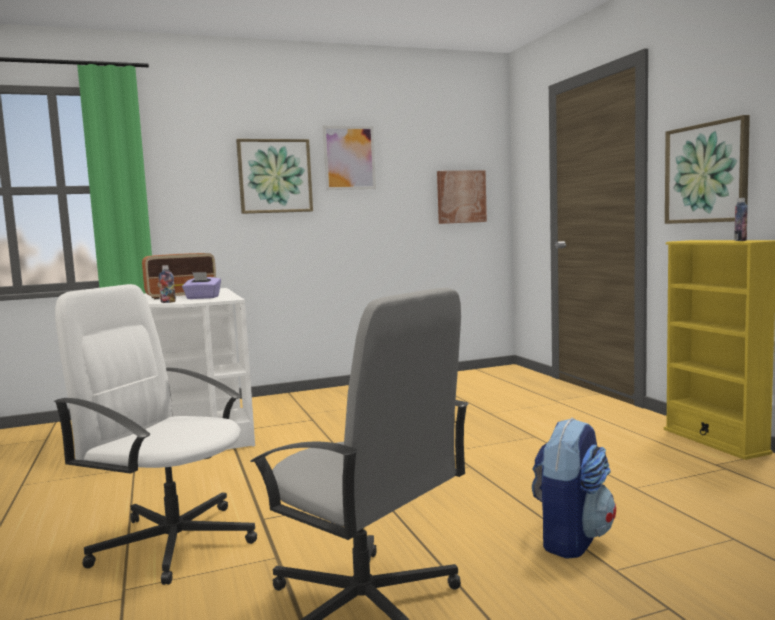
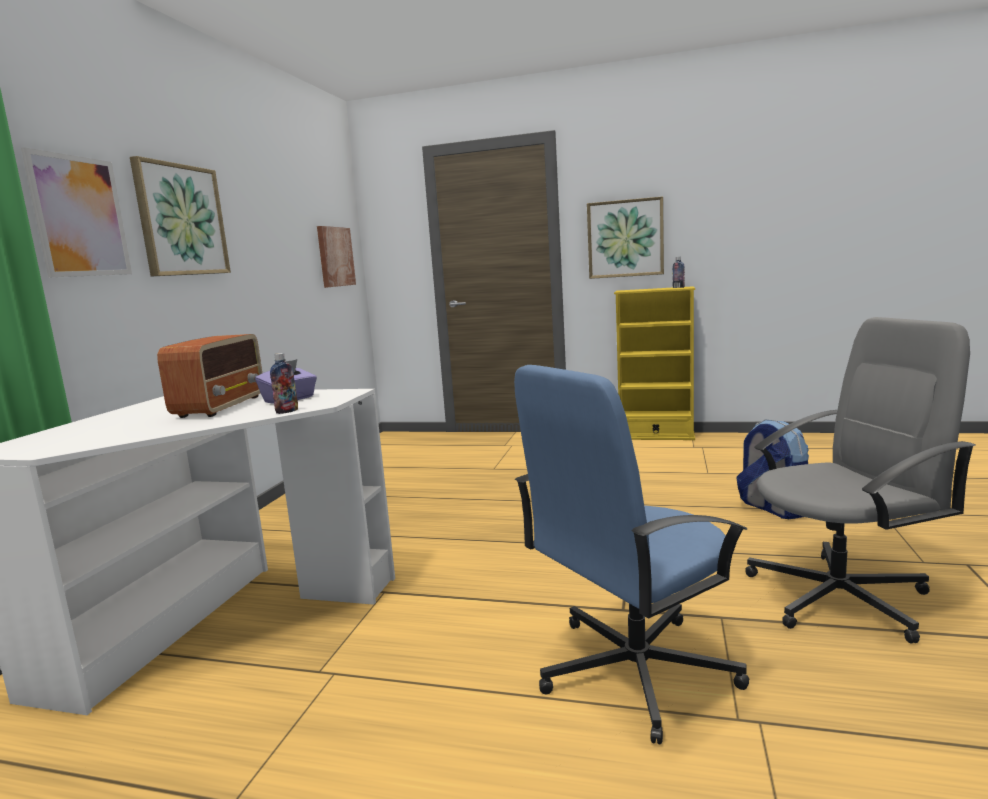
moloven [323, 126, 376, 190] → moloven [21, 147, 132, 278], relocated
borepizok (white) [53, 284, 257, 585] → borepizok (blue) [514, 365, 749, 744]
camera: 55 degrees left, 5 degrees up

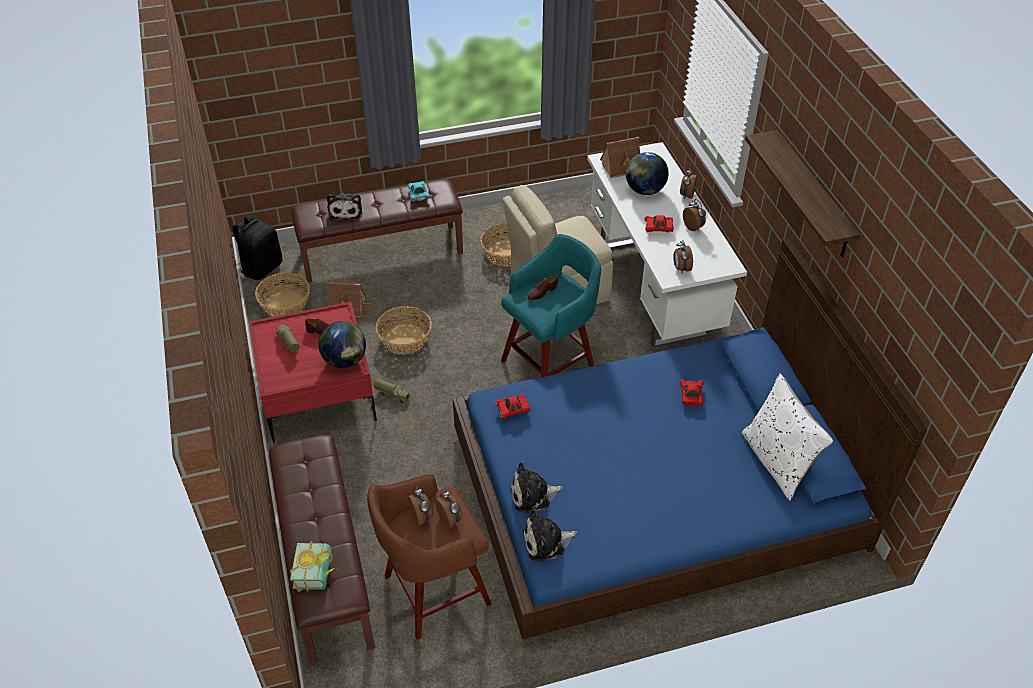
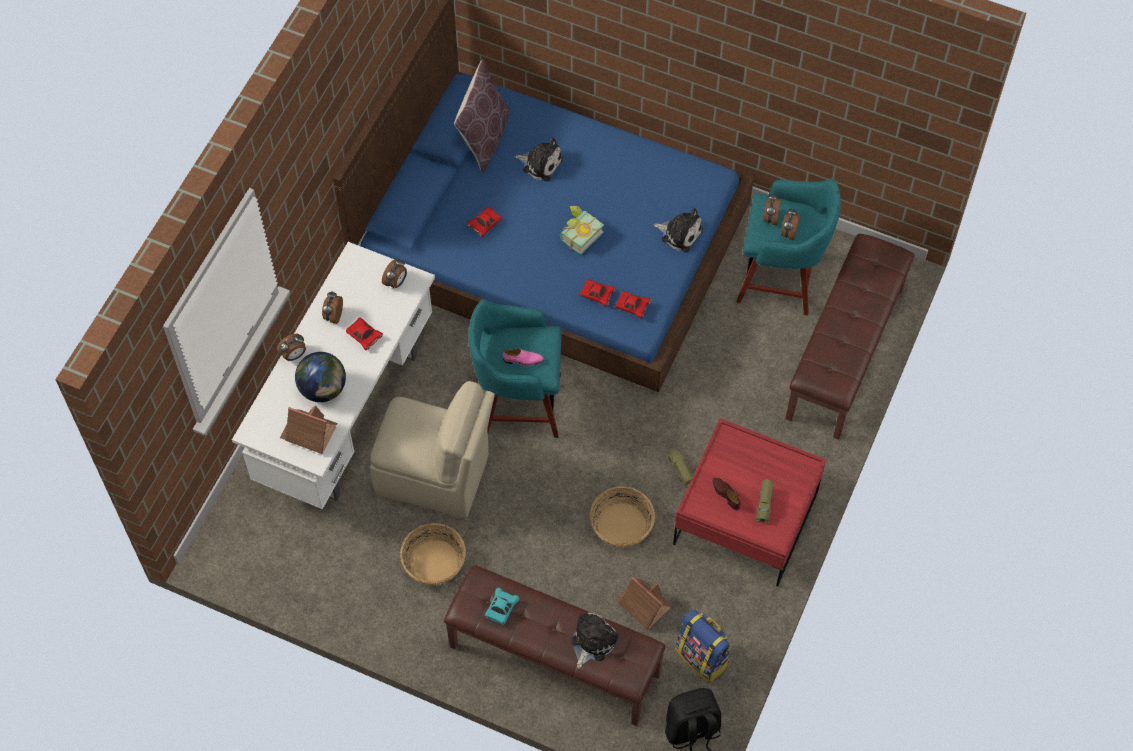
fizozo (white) [742, 374, 833, 500] → fizozo (brown) [454, 60, 510, 173]
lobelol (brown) [527, 275, 558, 300] → lobelol (pink) [503, 349, 544, 366]
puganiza [523, 509, 577, 562] → puganiza [514, 138, 563, 181], relocated
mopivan [290, 541, 335, 592] → mopivan [560, 206, 604, 255], relocated
- → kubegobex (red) [580, 279, 615, 307]
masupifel [255, 272, 310, 317] → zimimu [675, 610, 731, 683]
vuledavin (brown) [367, 474, 492, 640] → vuledavin (turquoise) [736, 179, 841, 315]
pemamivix [318, 321, 366, 368] → -
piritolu [745, 130, 860, 257] → -
camera: 140 degrees left, 15 degrees up

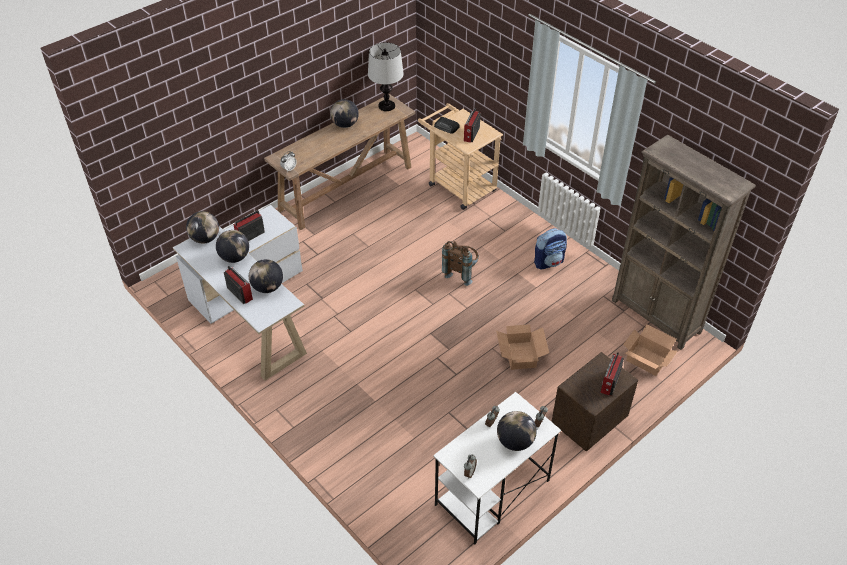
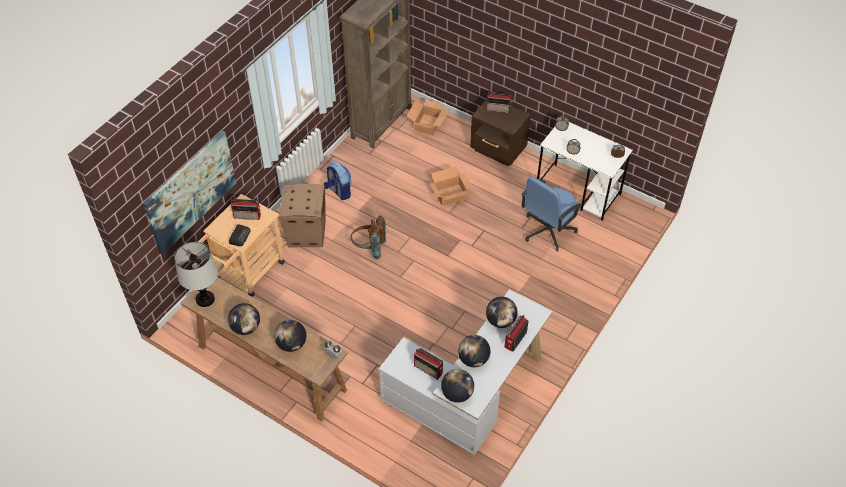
- → moloven [143, 131, 236, 255]
pemamivix [497, 411, 537, 451] → pemamivix [274, 320, 306, 352], relocated
- → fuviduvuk [279, 184, 326, 247]
- → borepizok (blue) [521, 177, 582, 252]
camera: 105 degrees left, 5 degrees up

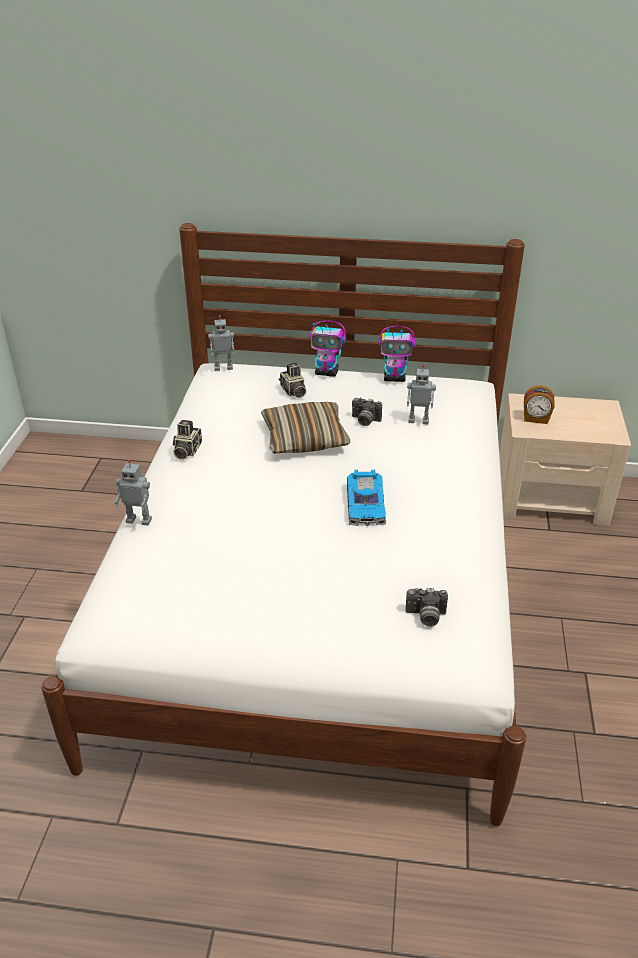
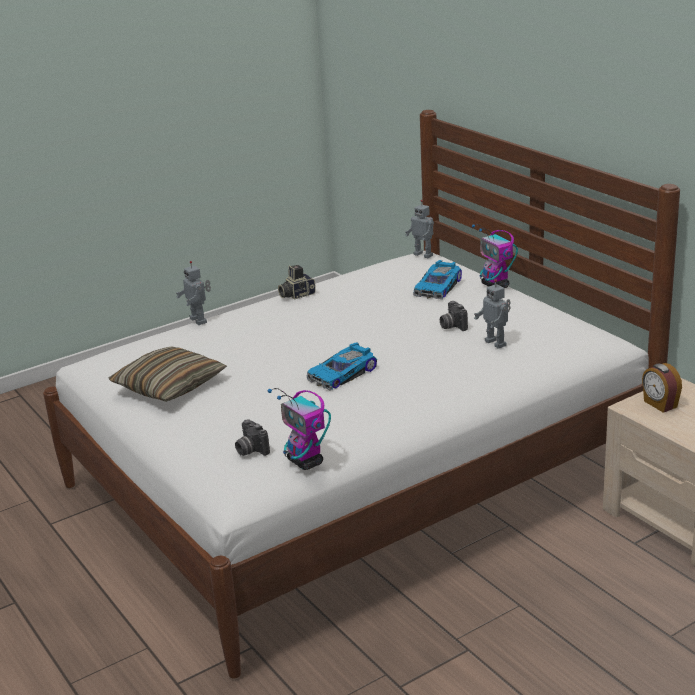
fizozo [261, 402, 350, 454] → fizozo [109, 346, 227, 402], relocated
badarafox [378, 326, 416, 382] → badarafox [268, 388, 331, 470], relocated
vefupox [279, 363, 306, 398] → kubegobex [413, 260, 462, 300]
camera: 50 degrees right, 10 degrees down

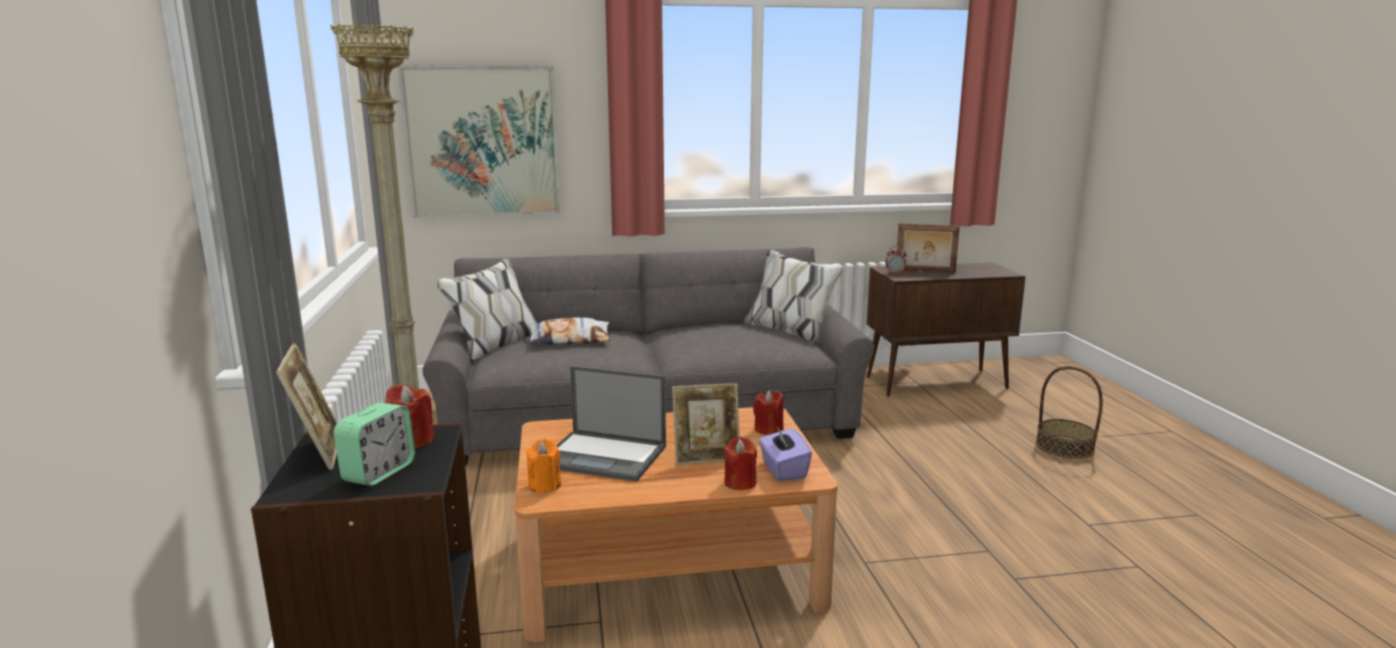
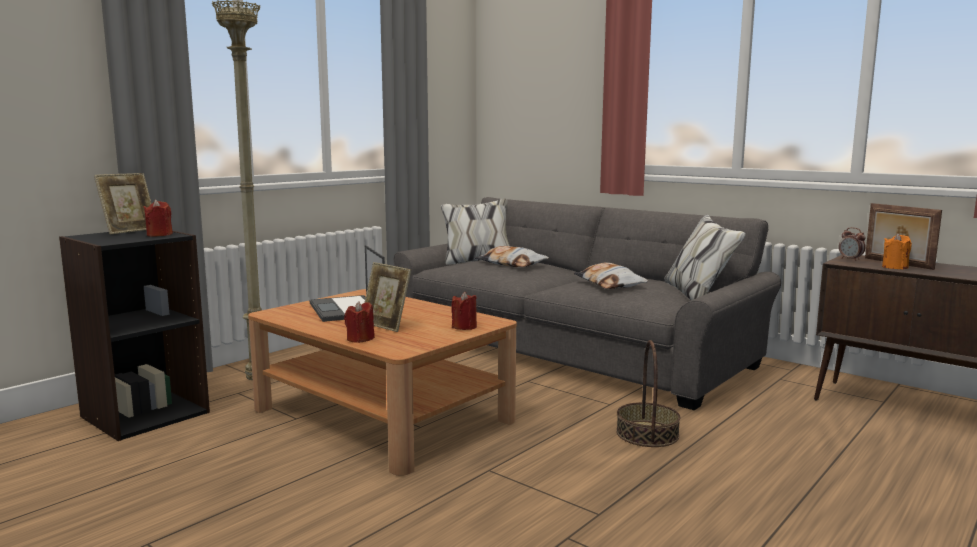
- → fizozo [574, 262, 648, 289]
masupifel [1036, 366, 1103, 459] → masupifel [616, 340, 680, 447], relocated
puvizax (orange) [525, 439, 561, 493] → puvizax (orange) [882, 233, 912, 269], relocated
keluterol [334, 403, 415, 486] → -
moloven [398, 65, 560, 218] → -
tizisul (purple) [759, 426, 812, 481] → -
camera: 50 degrees right, 5 degrees down

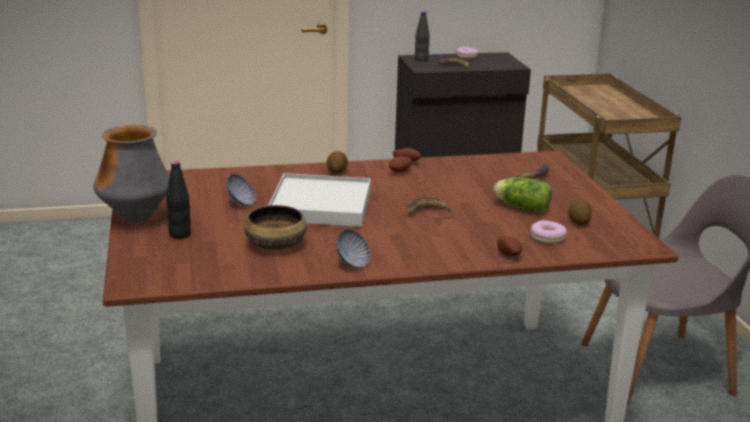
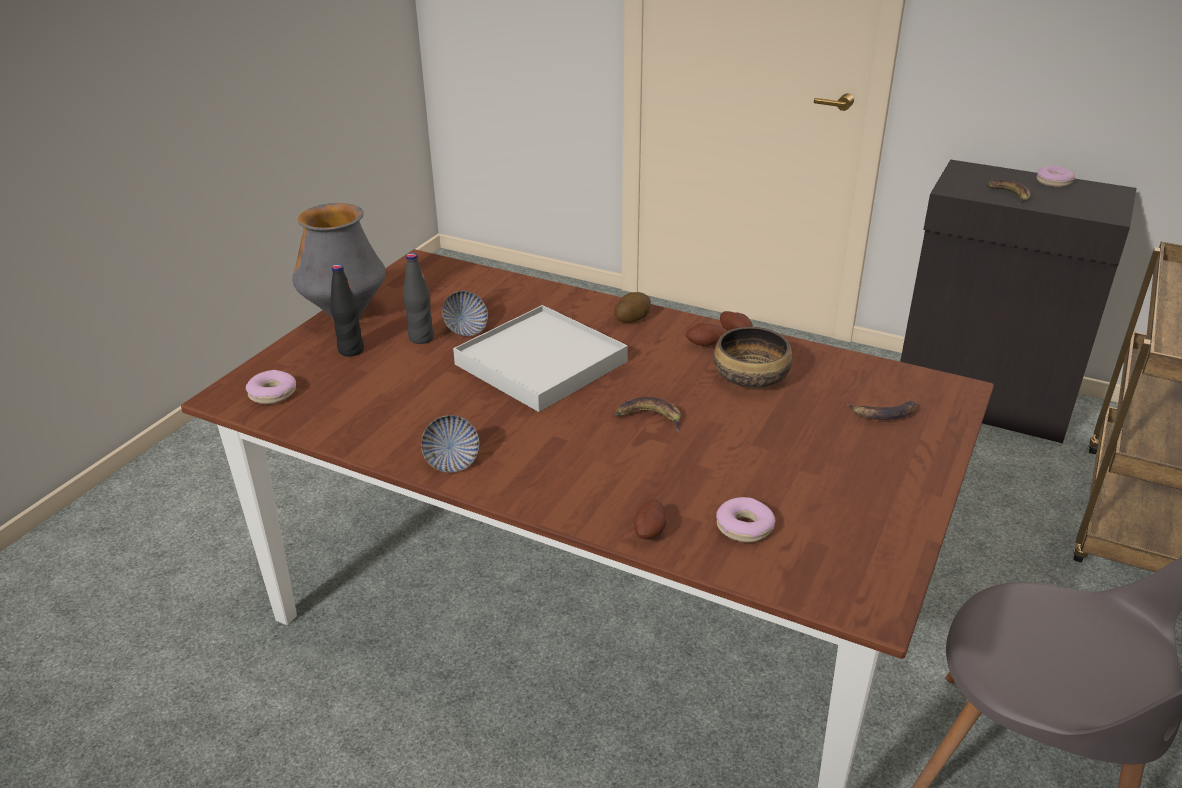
- → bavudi [246, 370, 296, 404]
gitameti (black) [415, 12, 430, 61] → gitameti (black) [403, 253, 434, 344], relocated
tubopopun [244, 205, 306, 251] → tubopopun [714, 327, 792, 388], relocated
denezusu [493, 177, 552, 213] → -
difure [568, 199, 591, 225] → -
camera: 40 degrees right, 10 degrees up

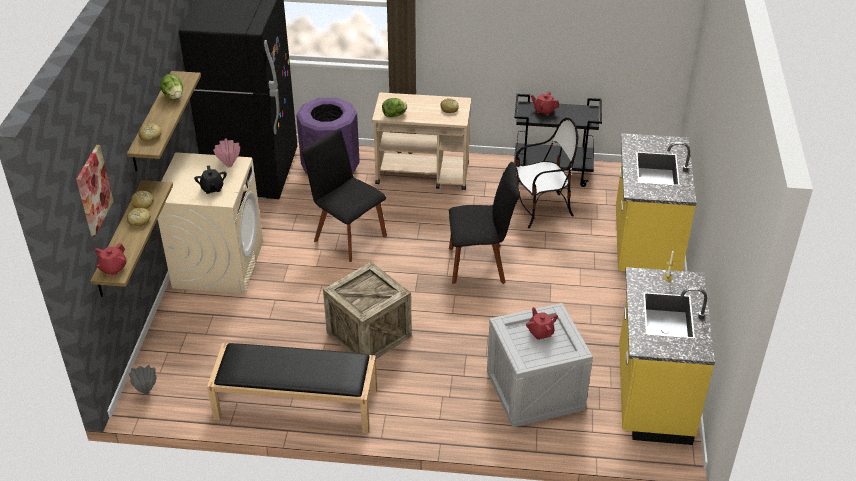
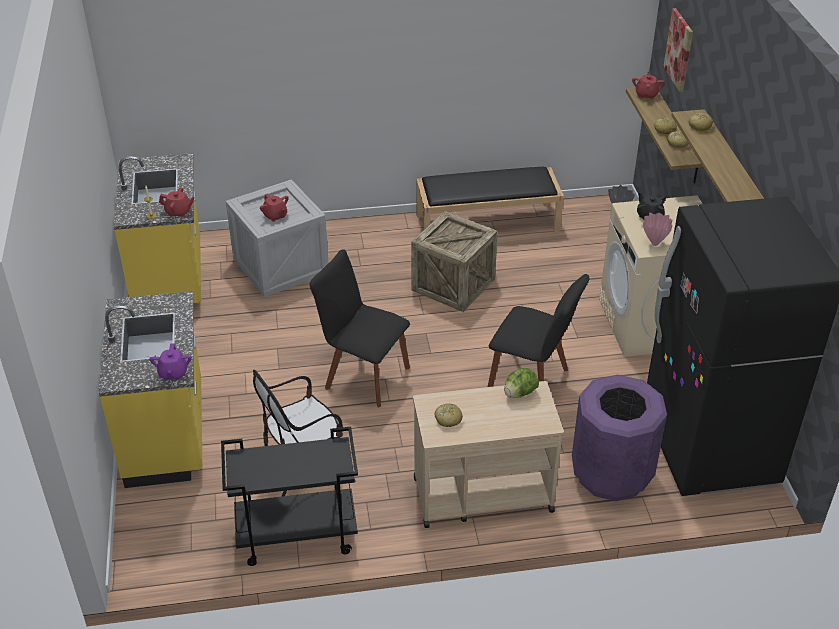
- → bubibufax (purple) [149, 344, 192, 380]
bubibufax (red) [531, 91, 559, 115] → bubibufax (red) [159, 187, 195, 217], relocated
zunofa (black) [449, 162, 520, 284] → zunofa (black) [310, 249, 410, 407], 45 degrees clockwise
denezusu [160, 74, 183, 99] → -
camera: 165 degrees right, 0 degrees up

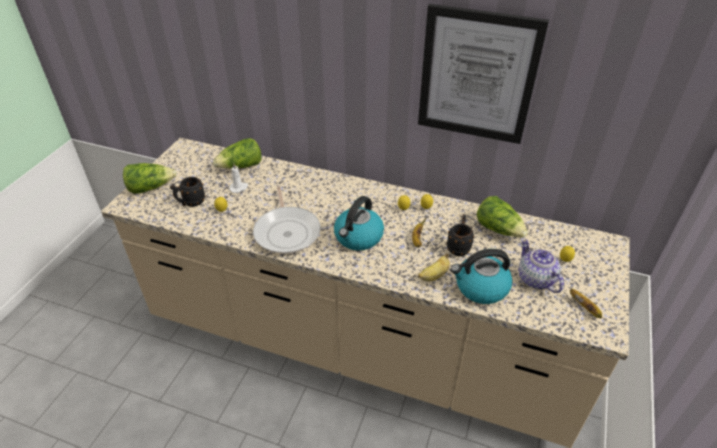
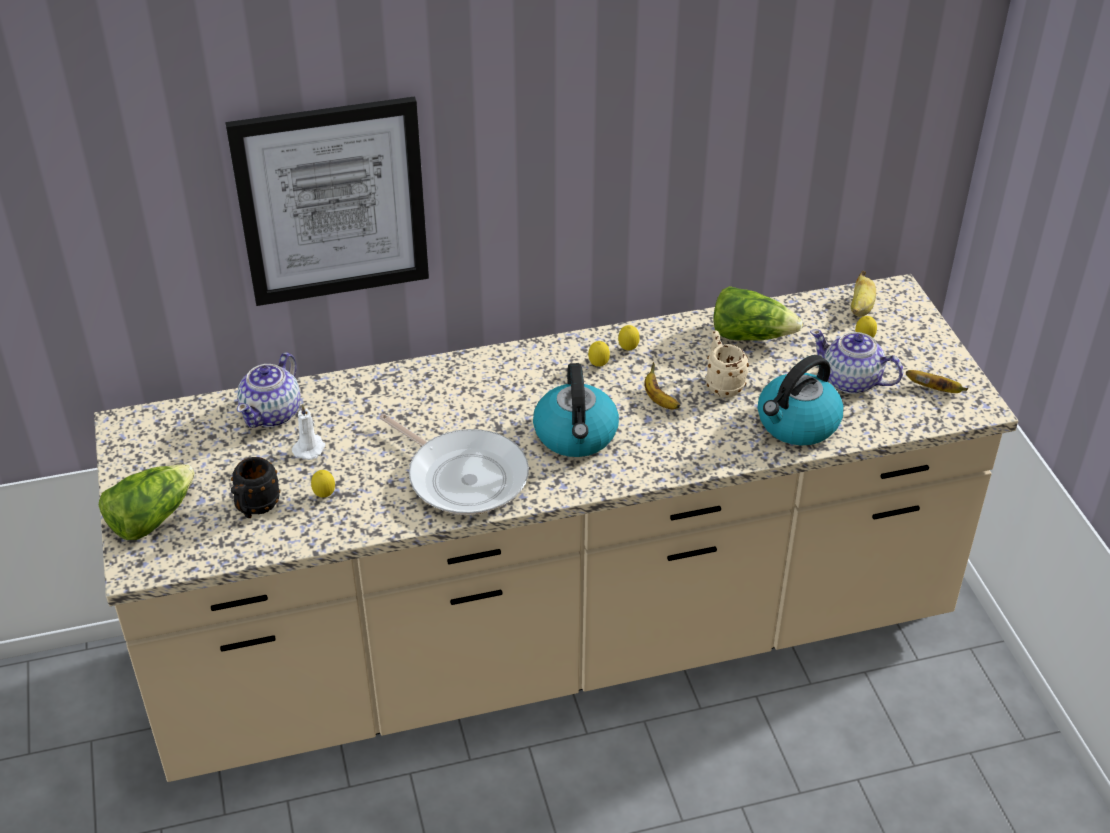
moloven [418, 4, 549, 144] → moloven [226, 96, 429, 306], relocated
denezusu [213, 138, 262, 169] → bubibufax [237, 352, 301, 428]
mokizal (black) [446, 214, 474, 256] → mokizal (beige) [706, 330, 749, 397]
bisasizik [418, 253, 450, 282] → bisasizik [851, 271, 876, 317], relocated
camera: 35 degrees left, 0 degrees up

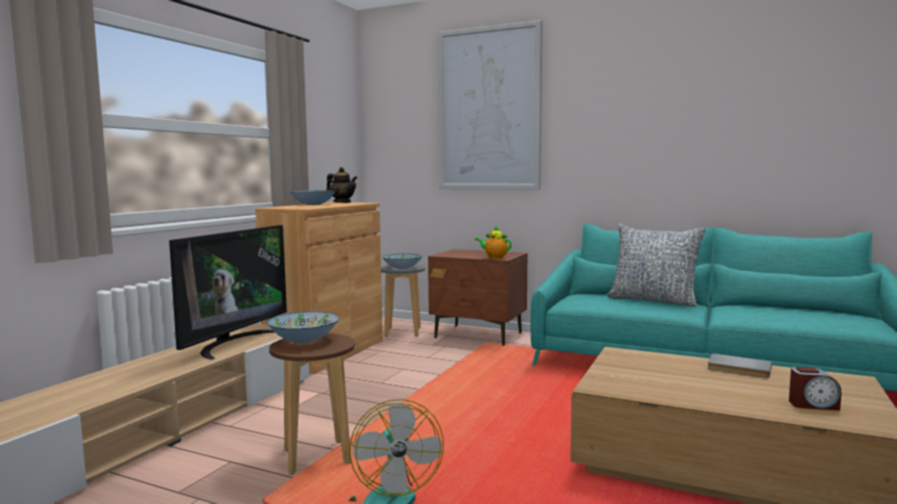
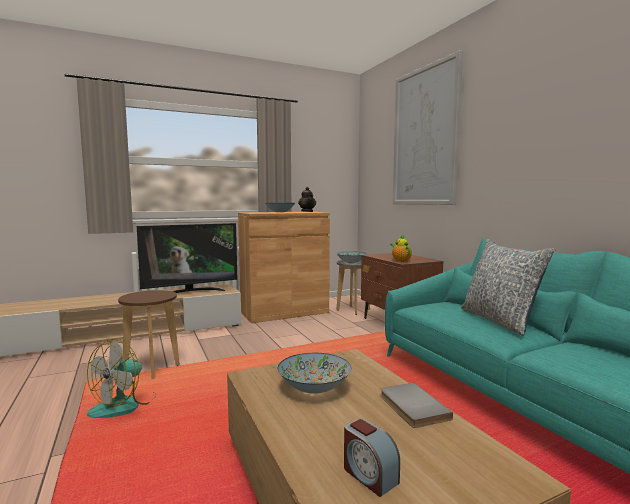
tubopopun [267, 311, 339, 343] → tubopopun [278, 353, 352, 394], relocated
camera: 40 degrees right, 0 degrees up

